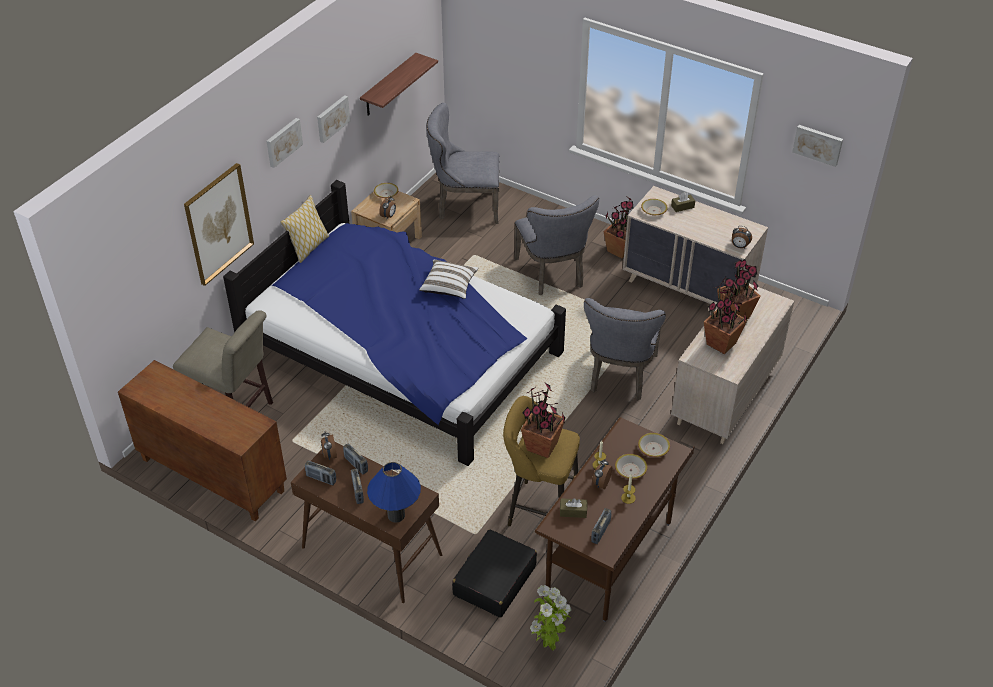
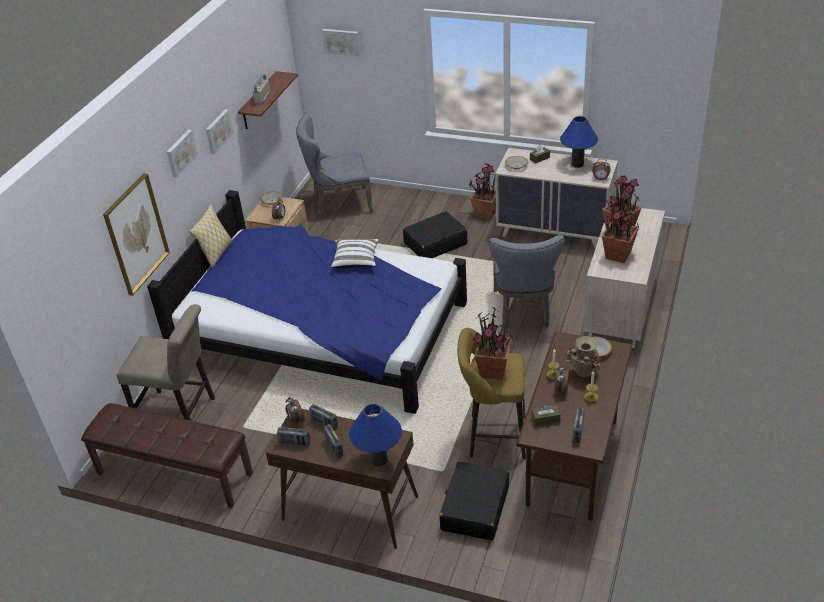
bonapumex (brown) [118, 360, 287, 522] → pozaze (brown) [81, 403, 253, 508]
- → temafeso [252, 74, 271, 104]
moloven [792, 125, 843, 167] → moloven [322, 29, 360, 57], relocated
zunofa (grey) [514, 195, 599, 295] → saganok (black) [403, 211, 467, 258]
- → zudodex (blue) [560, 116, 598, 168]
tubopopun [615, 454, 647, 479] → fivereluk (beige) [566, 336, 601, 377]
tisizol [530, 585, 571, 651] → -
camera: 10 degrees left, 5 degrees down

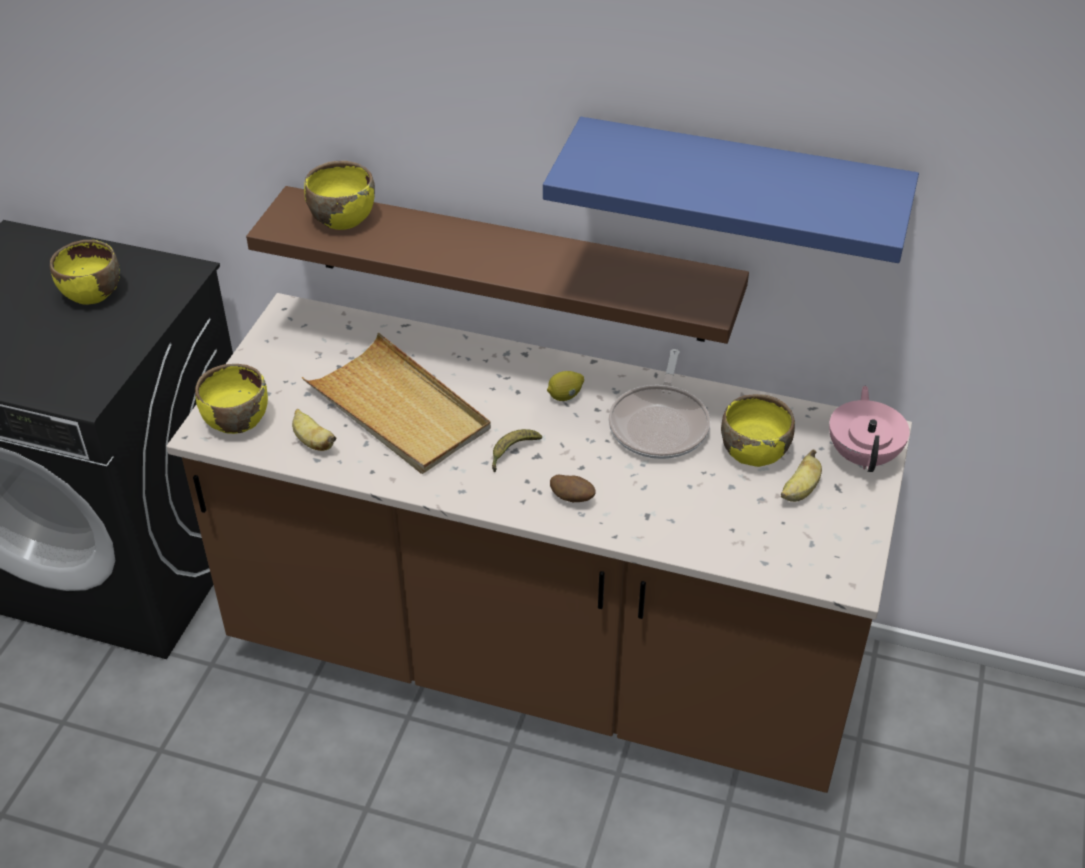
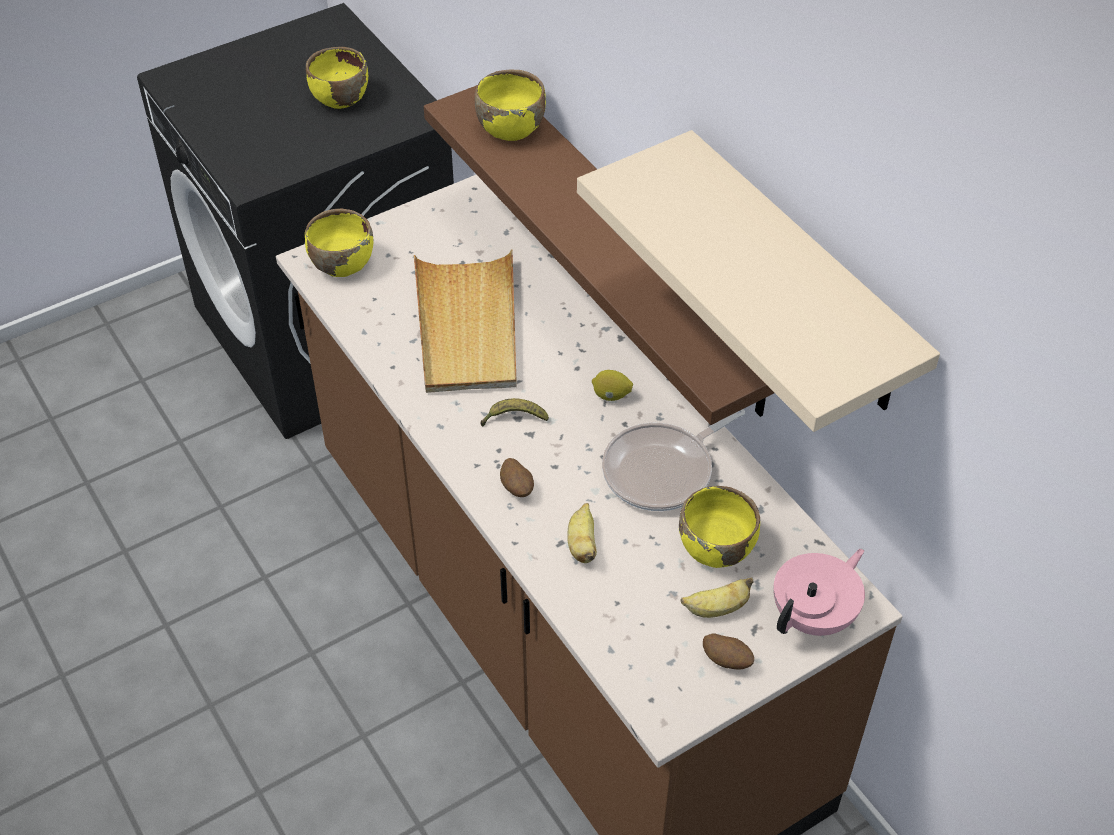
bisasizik [292, 409, 336, 451] → bisasizik [567, 503, 597, 563], relocated
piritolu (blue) [543, 117, 919, 263] → piritolu (beige) [577, 130, 940, 432]
- → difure [703, 633, 754, 670]
camera: 40 degrees right, 5 degrees up

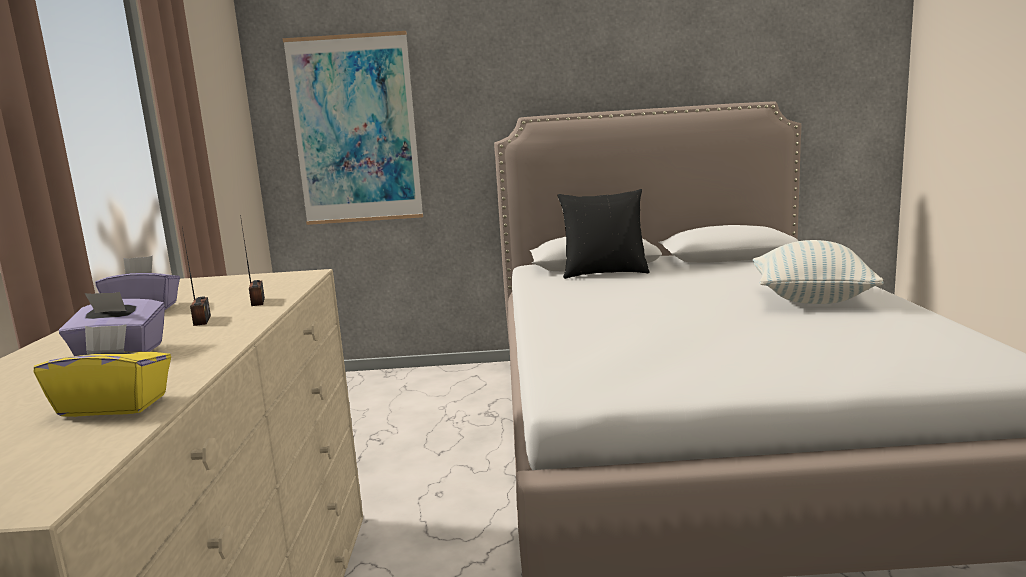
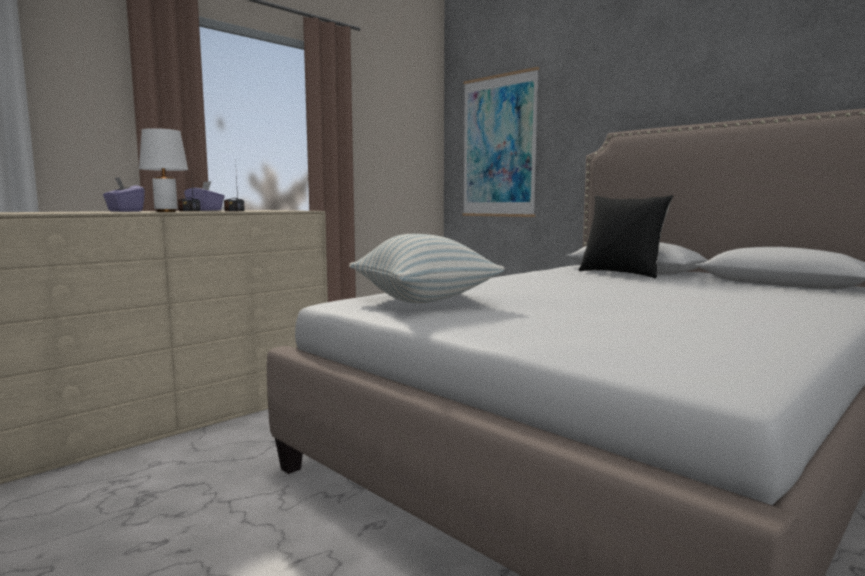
- → zudodex (white) [139, 128, 188, 212]
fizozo [753, 240, 883, 304] → fizozo [349, 234, 505, 303], relocated
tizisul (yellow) [34, 324, 171, 417] → -
camera: 45 degrees right, 5 degrees down

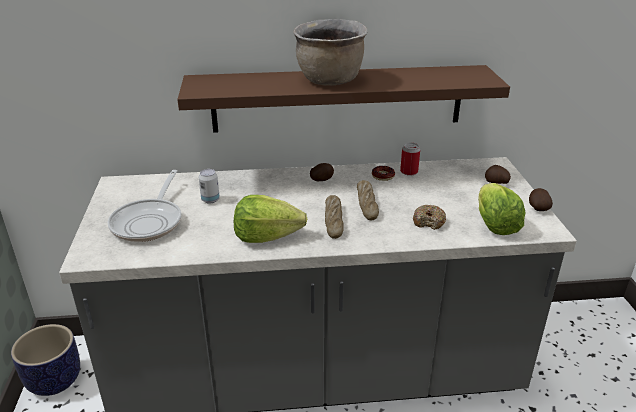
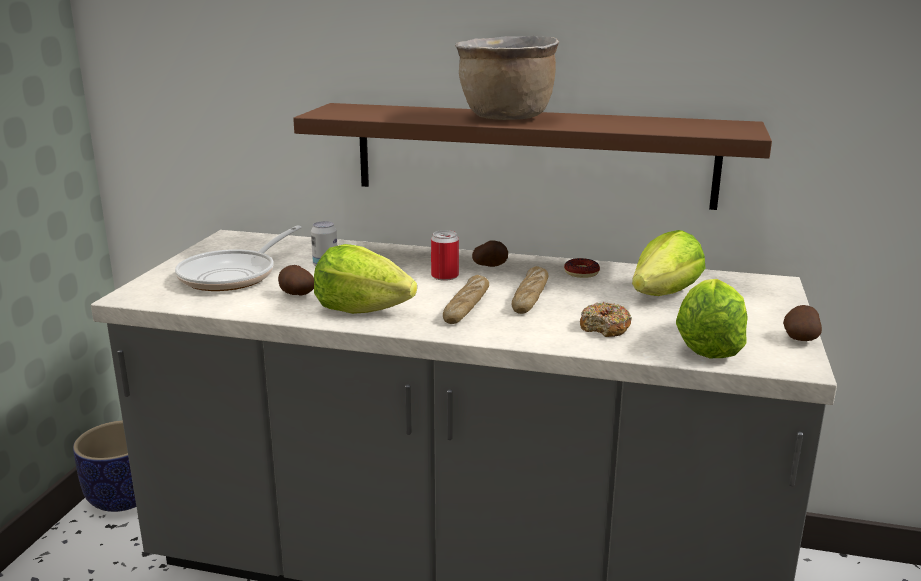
difure [485, 165, 511, 184] → difure [278, 265, 314, 296], relocated
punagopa [400, 143, 420, 176] → punagopa [431, 230, 459, 281], relocated
- → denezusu [632, 230, 705, 296]
camera: 20 degrees right, 10 degrees down

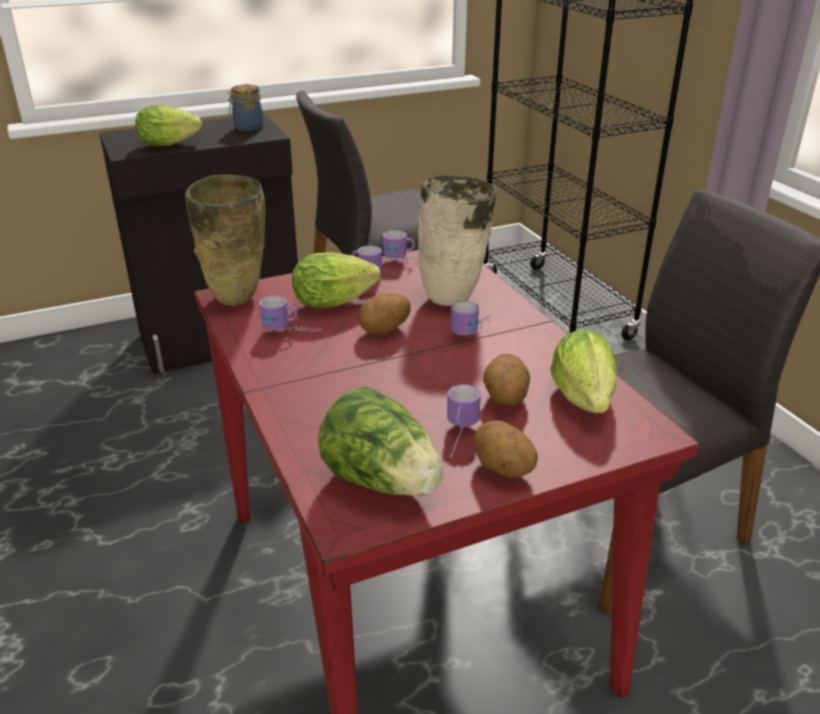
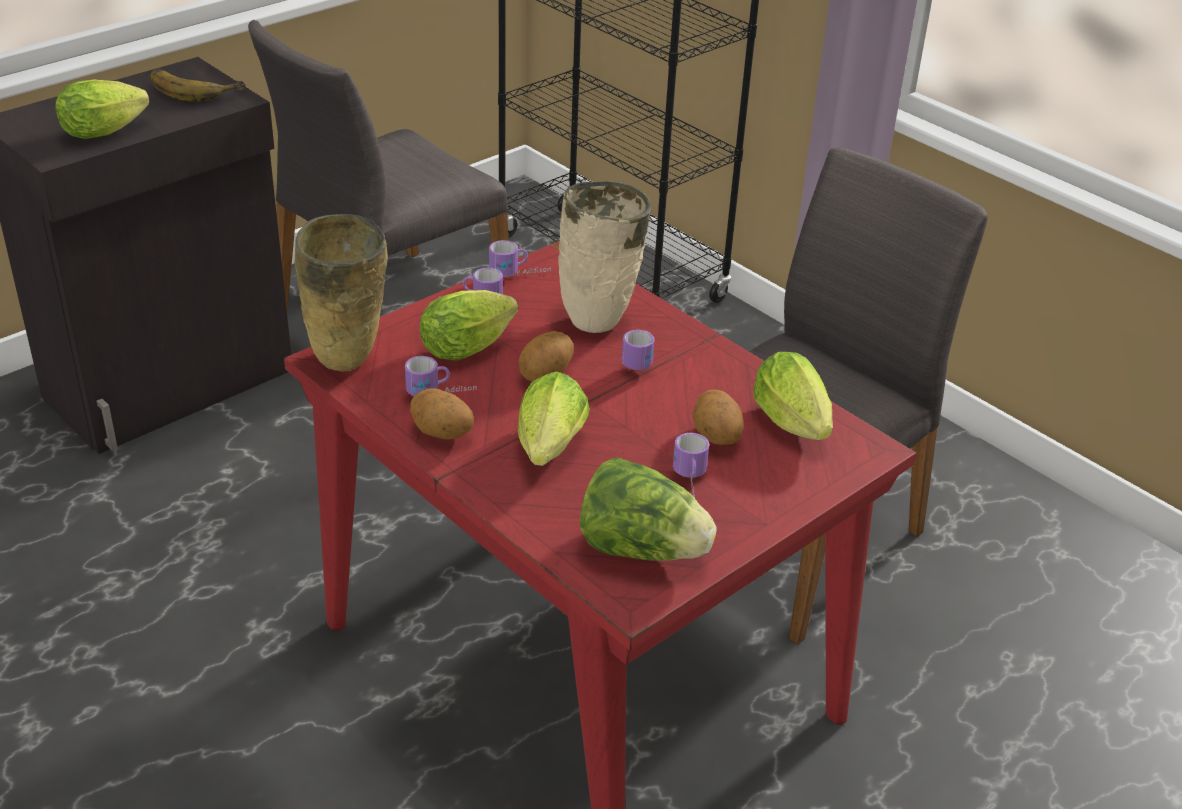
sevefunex [227, 84, 263, 131] → bisasizik [150, 69, 246, 101]
difure [474, 421, 538, 478] → difure [410, 388, 474, 440], relocated
- → denezusu [518, 371, 590, 466]
camera: 20 degrees left, 5 degrees up

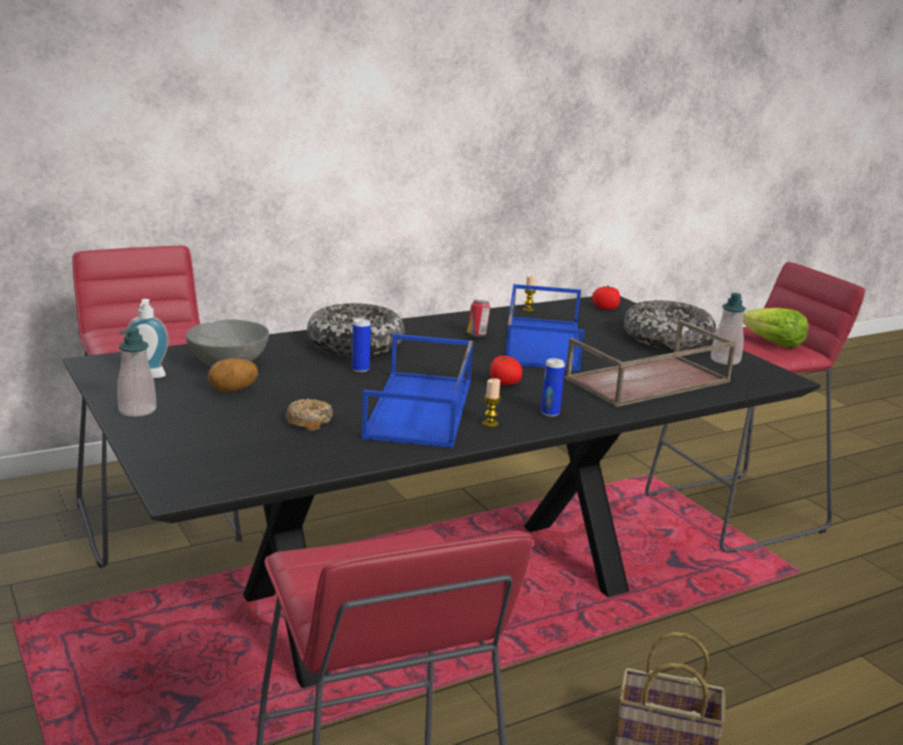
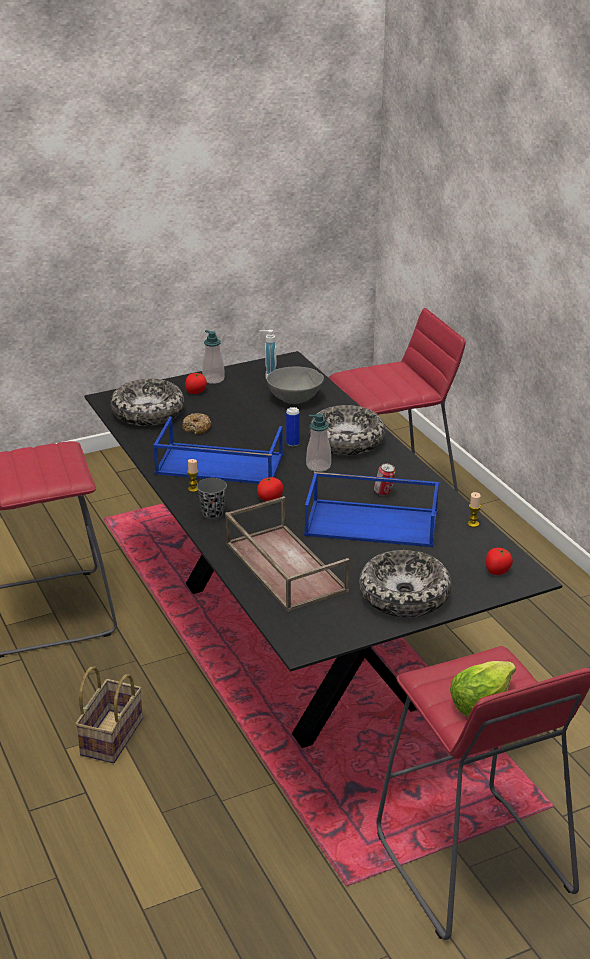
- → tubopopun [110, 379, 184, 426]
- → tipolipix [185, 373, 207, 394]
punagopa [541, 358, 565, 417] → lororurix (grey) [197, 478, 227, 519]
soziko [711, 293, 746, 365] → soziko [306, 414, 331, 472], relocated
difure [208, 358, 258, 393] → -
camera: 95 degrees right, 10 degrees up

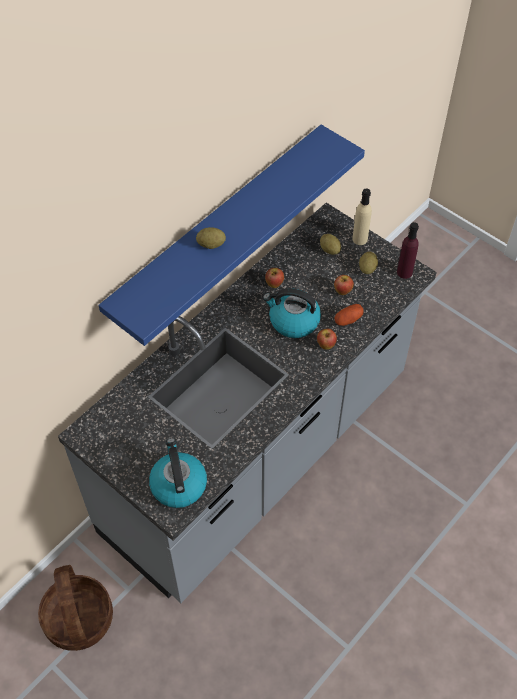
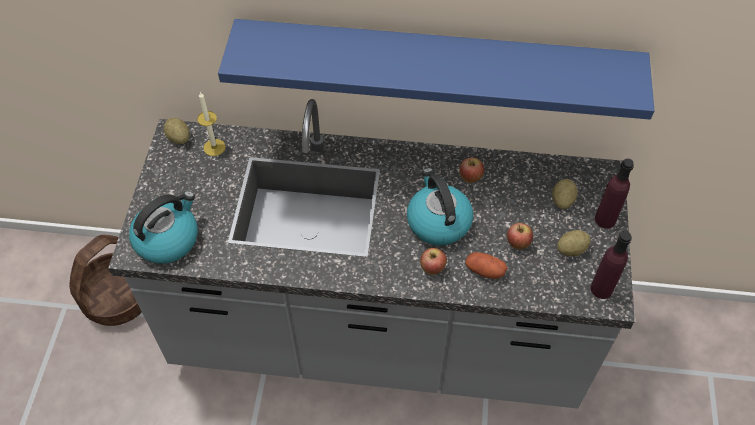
difure [196, 227, 226, 249] → difure [164, 118, 190, 144], relocated
- → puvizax [197, 92, 226, 156]
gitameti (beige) [352, 188, 372, 245] → gitameti (purple) [595, 159, 634, 229]
camera: 55 degrees right, 0 degrees up

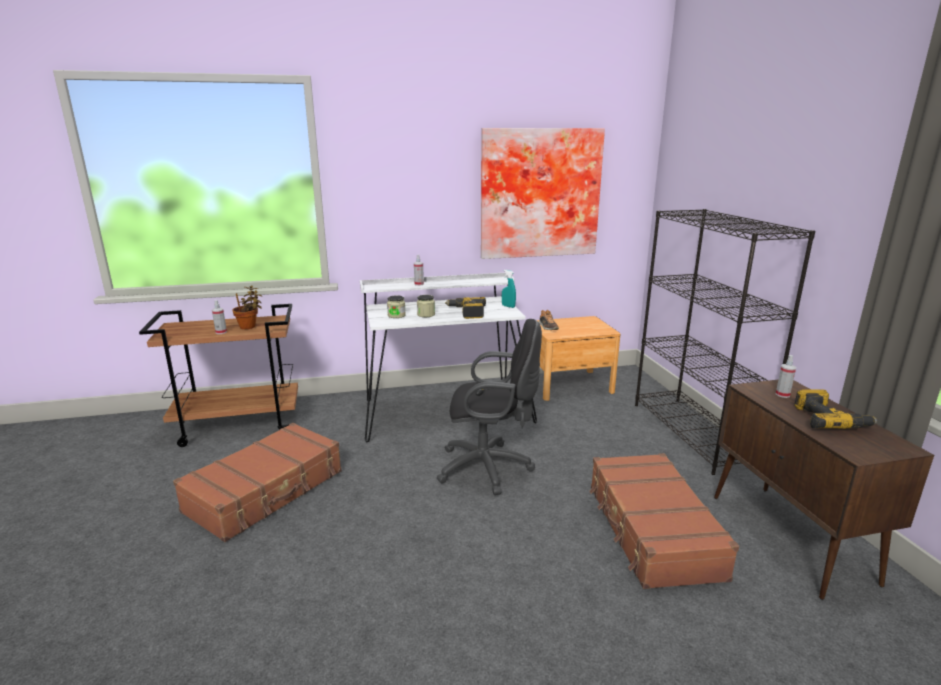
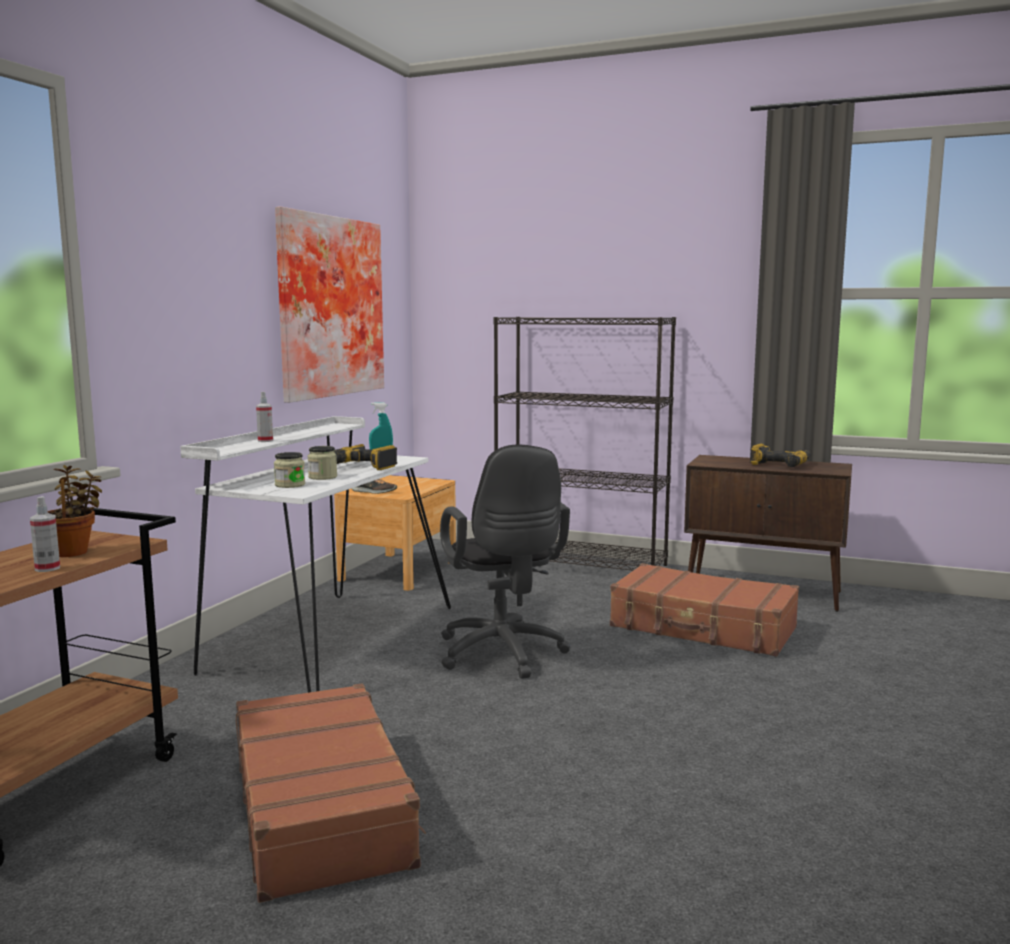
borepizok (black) [437, 319, 542, 495] → borepizok (black) [440, 445, 570, 679], 120 degrees clockwise
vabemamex [776, 355, 796, 398] → -
camera: 55 degrees left, 10 degrees down

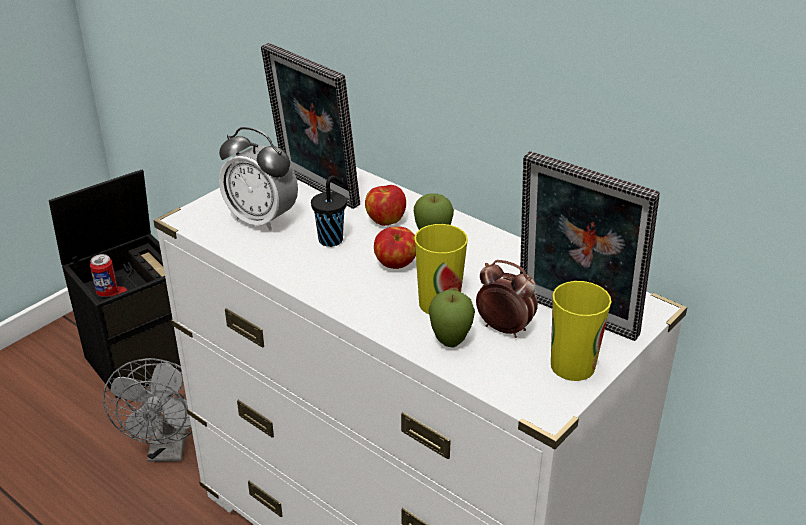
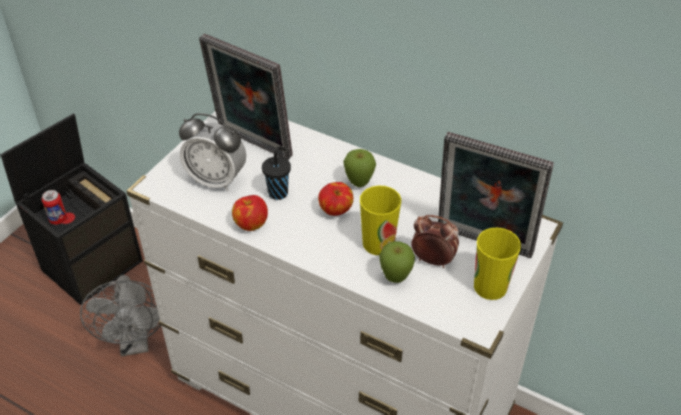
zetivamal [365, 185, 406, 226] → zetivamal [232, 195, 268, 231], relocated
camera: 10 degrees left, 10 degrees up

